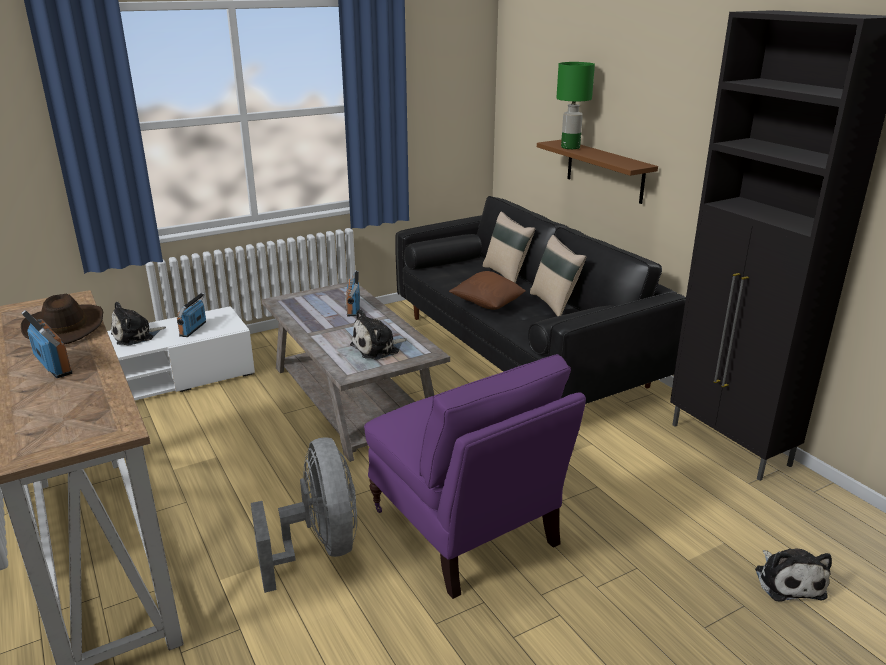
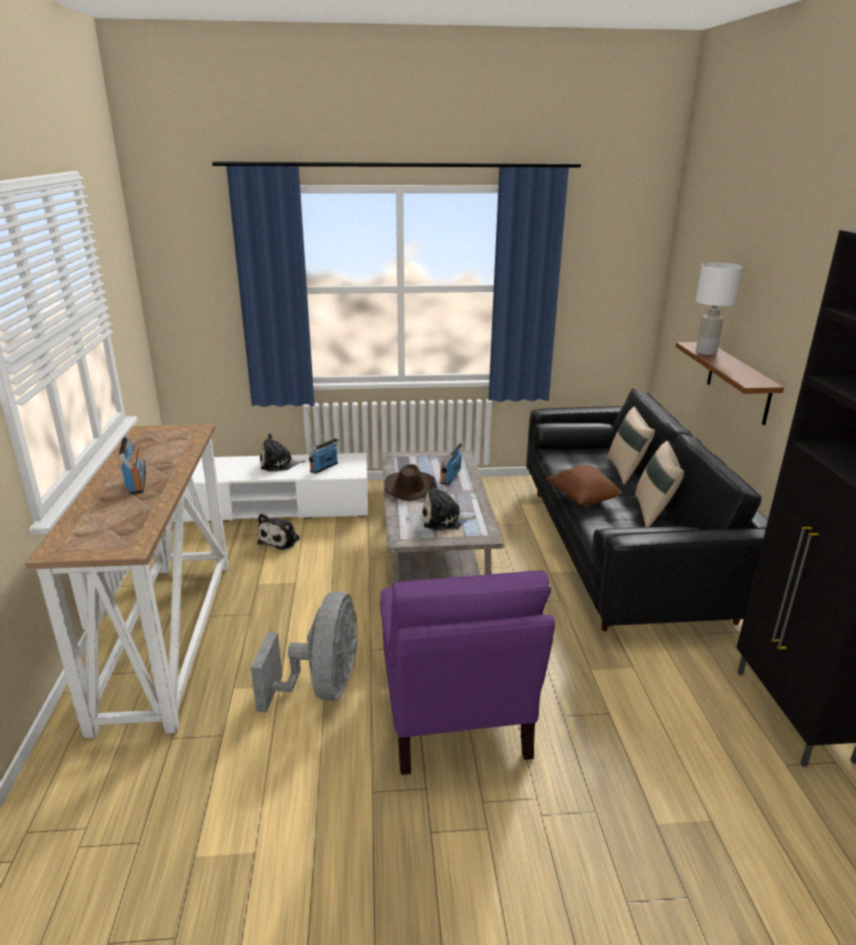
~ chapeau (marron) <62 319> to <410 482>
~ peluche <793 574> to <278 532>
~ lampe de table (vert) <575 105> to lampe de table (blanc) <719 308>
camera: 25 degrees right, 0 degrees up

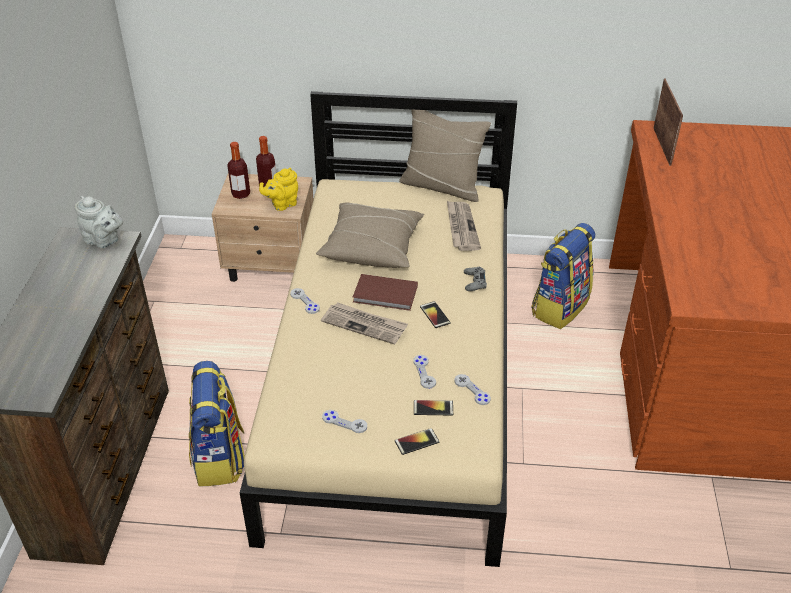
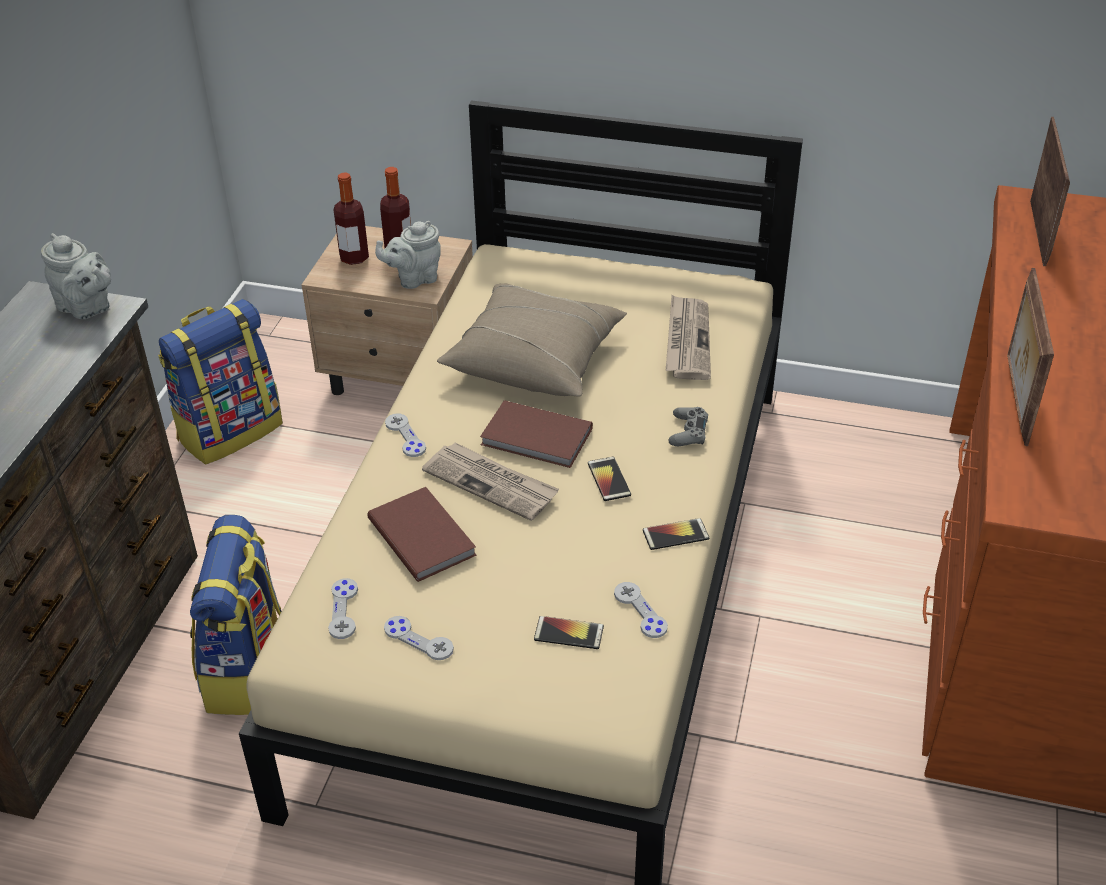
- coussin (beige) <445 156>
+ livre (marron) <422 534>
+ cadre photo <1030 357>
~ téléphone <417 441> to <676 534>
~ manette (gris) <424 372> to <343 608>
~ sac à dos <563 276> to <220 381>
~ théière (jaune) <278 189> to théière (gris) <408 255>
camera: 10 degrees right, 0 degrees up

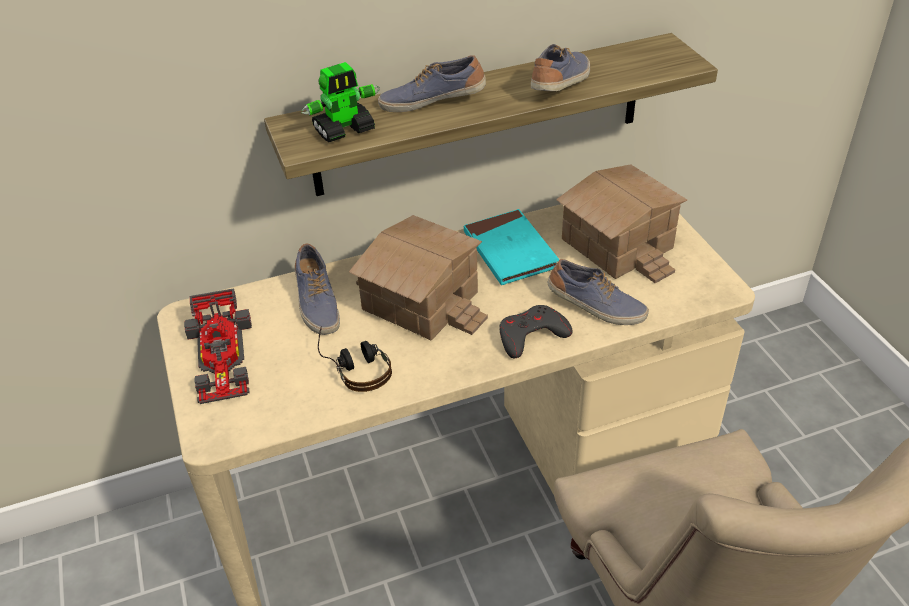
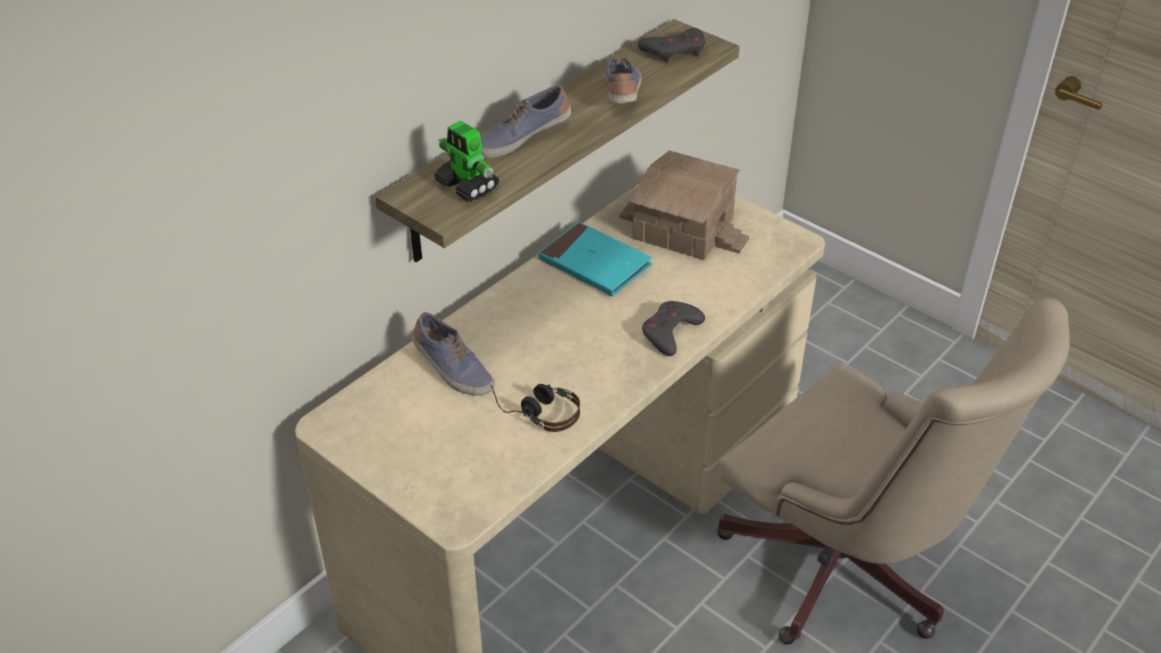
- petite voiture <218 346>
- maison miniature <418 277>
- chaussure <598 292>
+ manette (gris) <671 45>
~ robot jouet <341 102> = <466 161> 105 degrees clockwise
camera: 30 degrees left, 0 degrees up

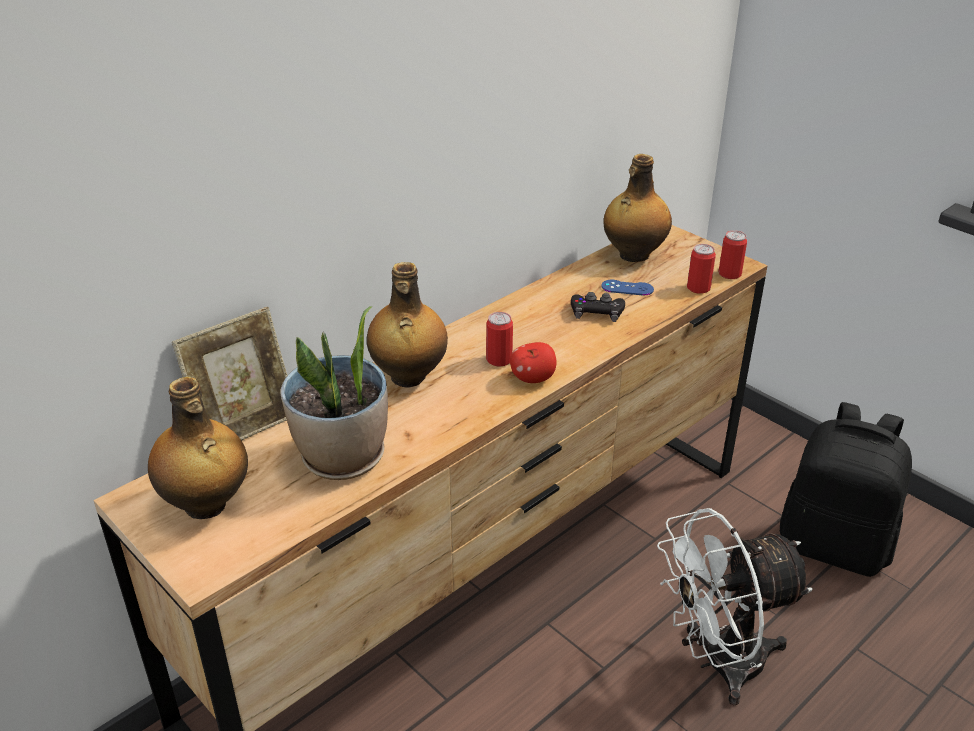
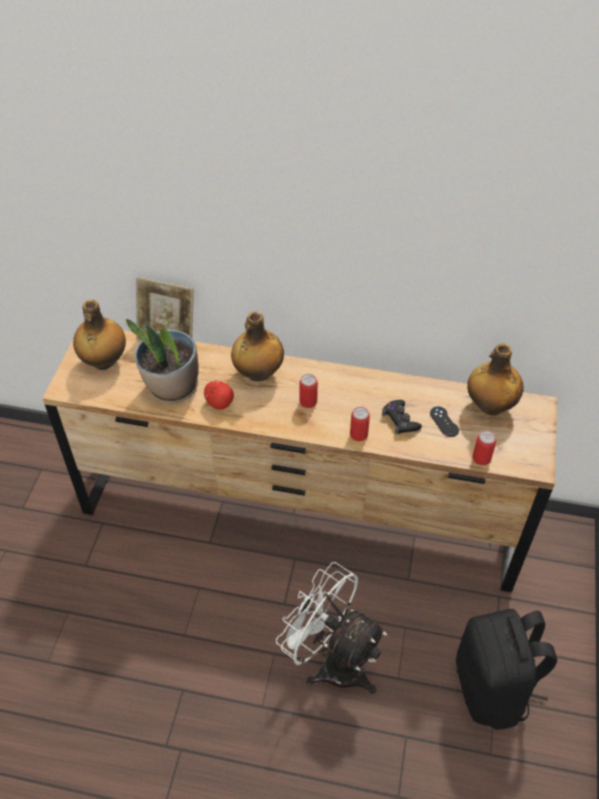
~ pomme <533 362> to <219 395>
~ boîte métallique <732 254> to <360 424>
~ manette (bleu) <627 287> to manette (noir) <444 421>
camera: 55 degrees right, 15 degrees up

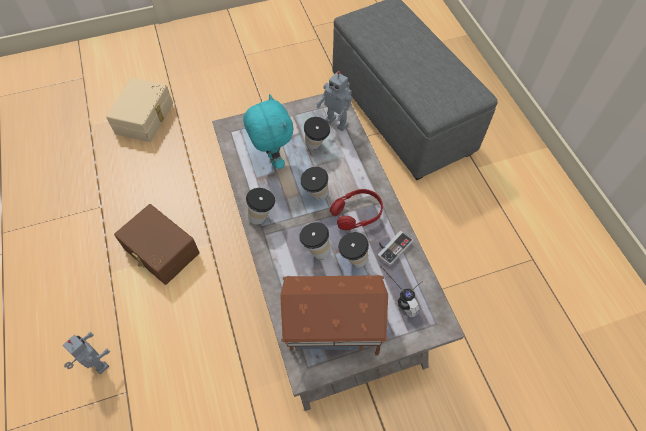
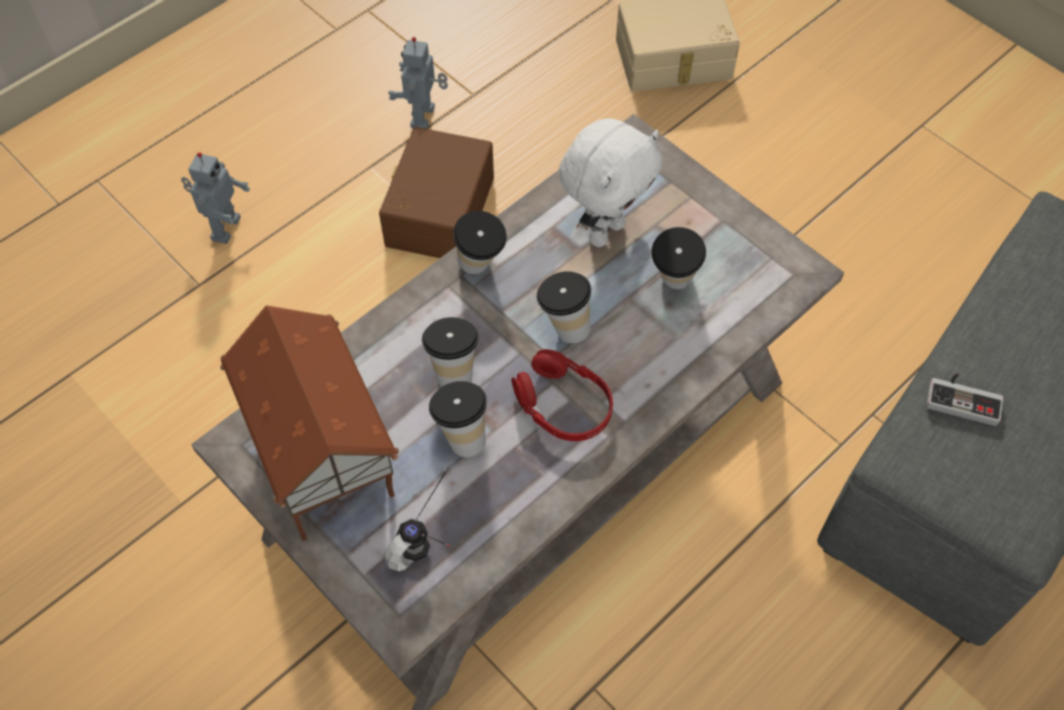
~ robot jouet <334 101> to <418 83>
~ manette <395 249> to <965 399>
~ peluche (turquoise) <268 131> to peluche (blanc) <610 183>
camera: 65 degrees right, 0 degrees up

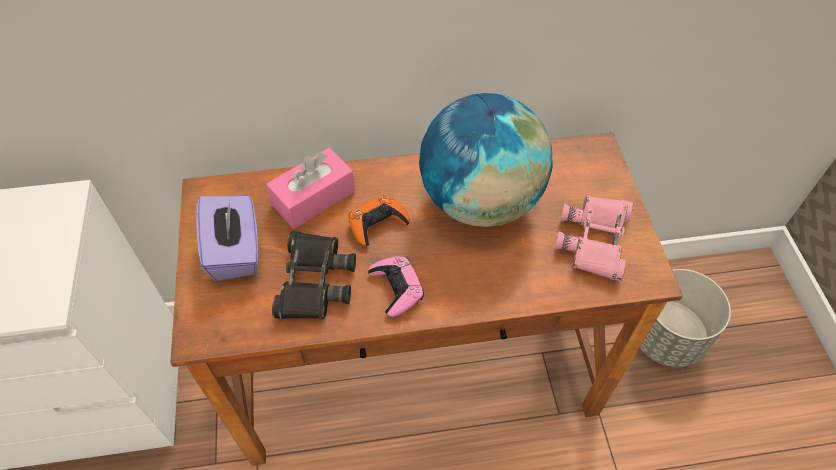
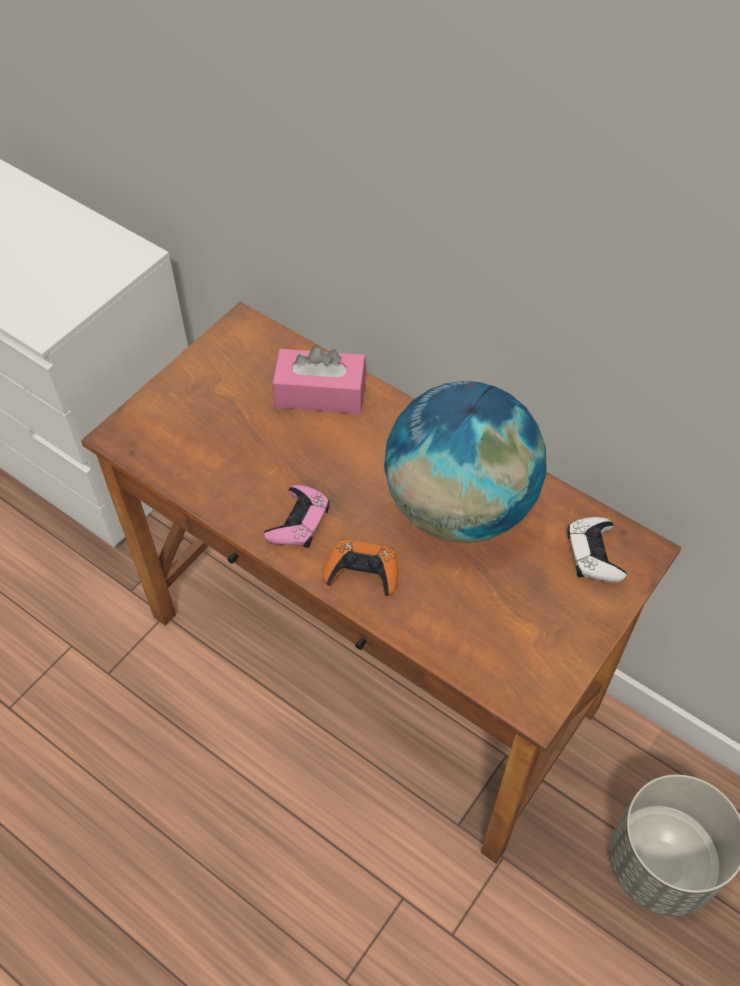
- boîte à mouchoirs (violet) <227 238>
- jumelles (noir) <314 275>
- jumelles (rose) <594 238>
+ manette (blanc) <597 549>
~ manette (orange) <379 221> to <360 568>
camera: 45 degrees right, 0 degrees up

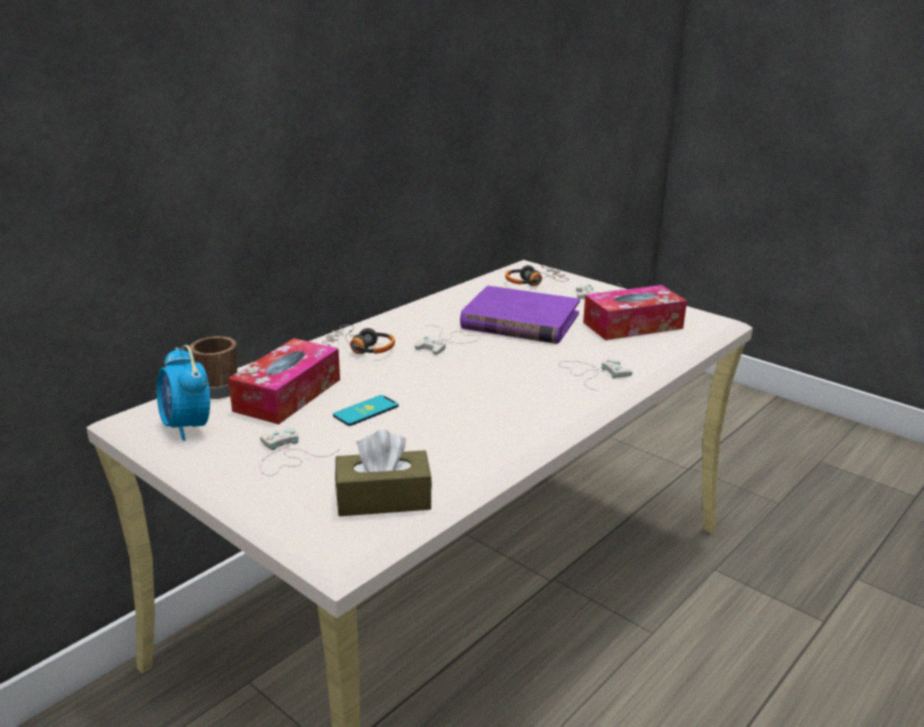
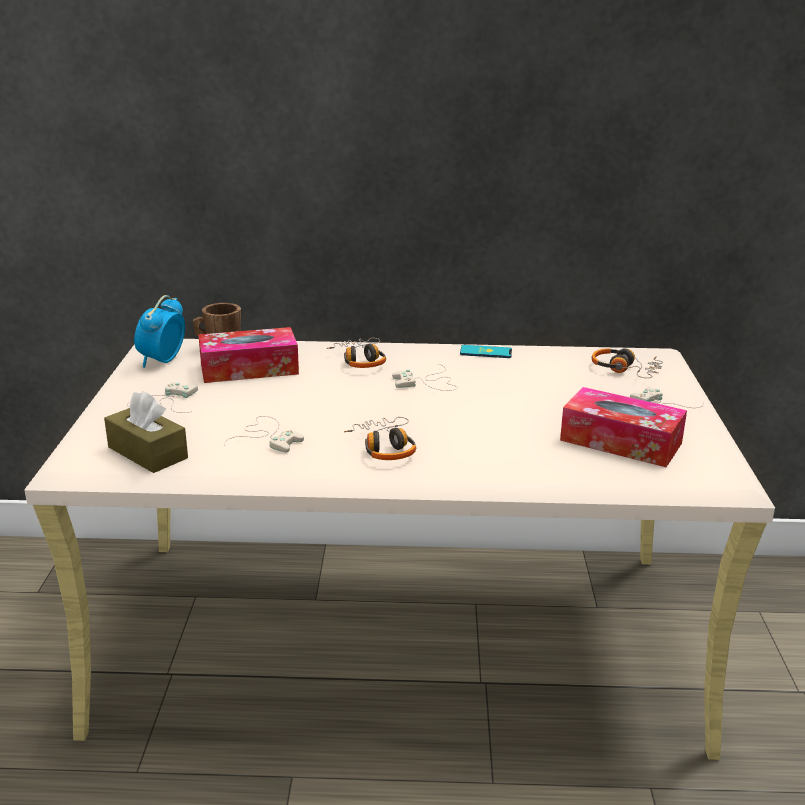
- livre (violet) <520 315>
+ casque audio <380 438>
~ téléphone <366 410> to <486 351>
~ manette (blanc) <595 375> to <264 434>
camera: 50 degrees right, 0 degrees up

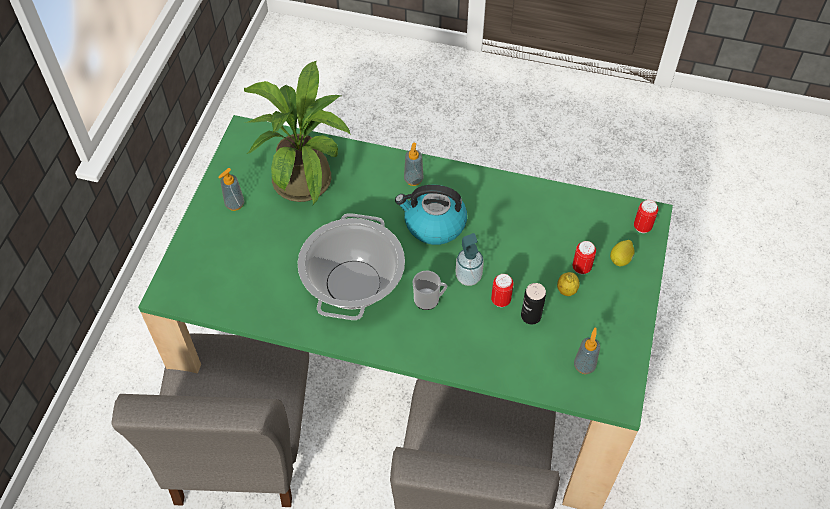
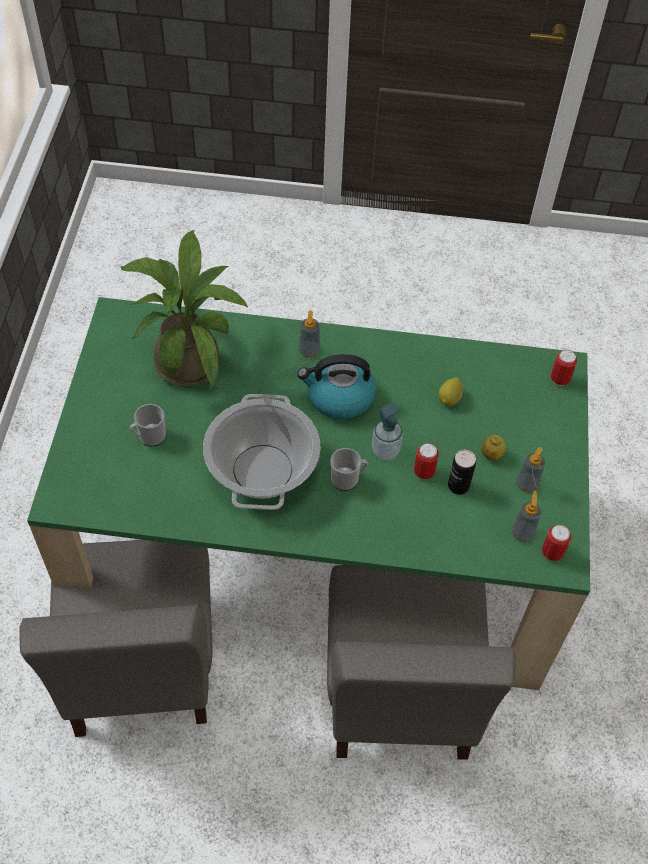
+ mug <148 425>
~ distributeur de savon <231 189> to <530 469>
~ boîte métallique <584 257> to <556 543>
~ citron <622 253> to <450 391>
camera: 10 degrees left, 0 degrees up

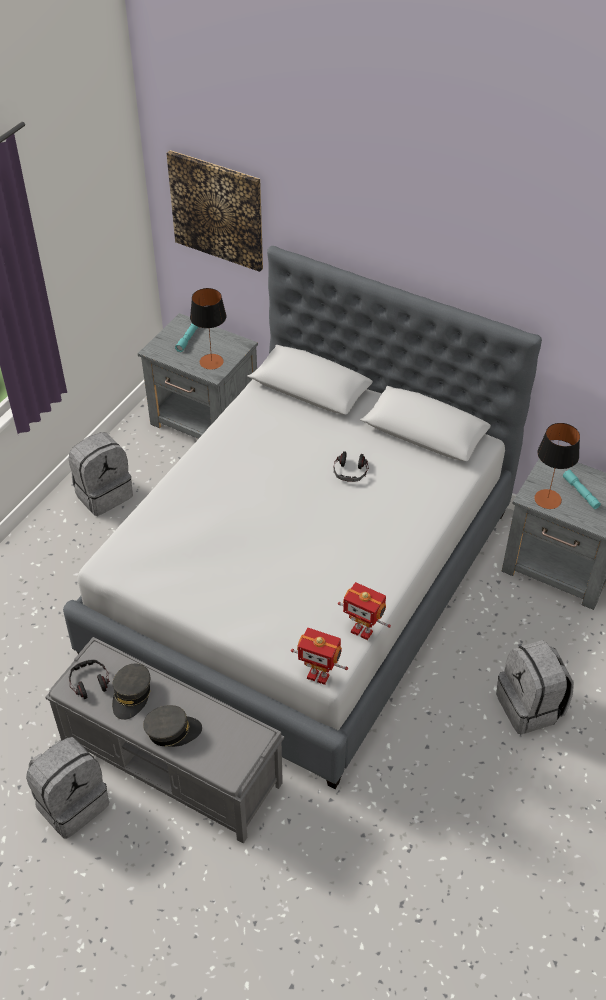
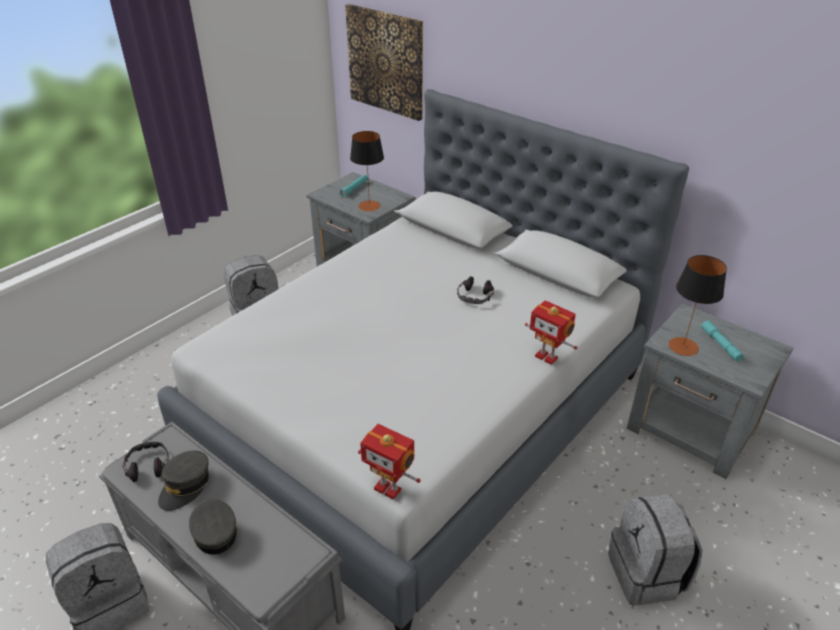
~ robot jouet <364 611> to <551 332>
~ casquette (gris) <172 726> = <213 527> 120 degrees counterclockwise
camera: 10 degrees right, 10 degrees down

